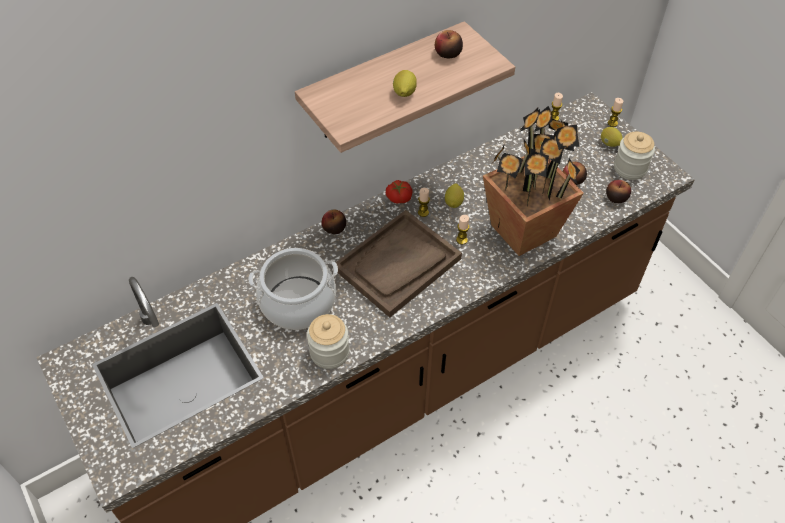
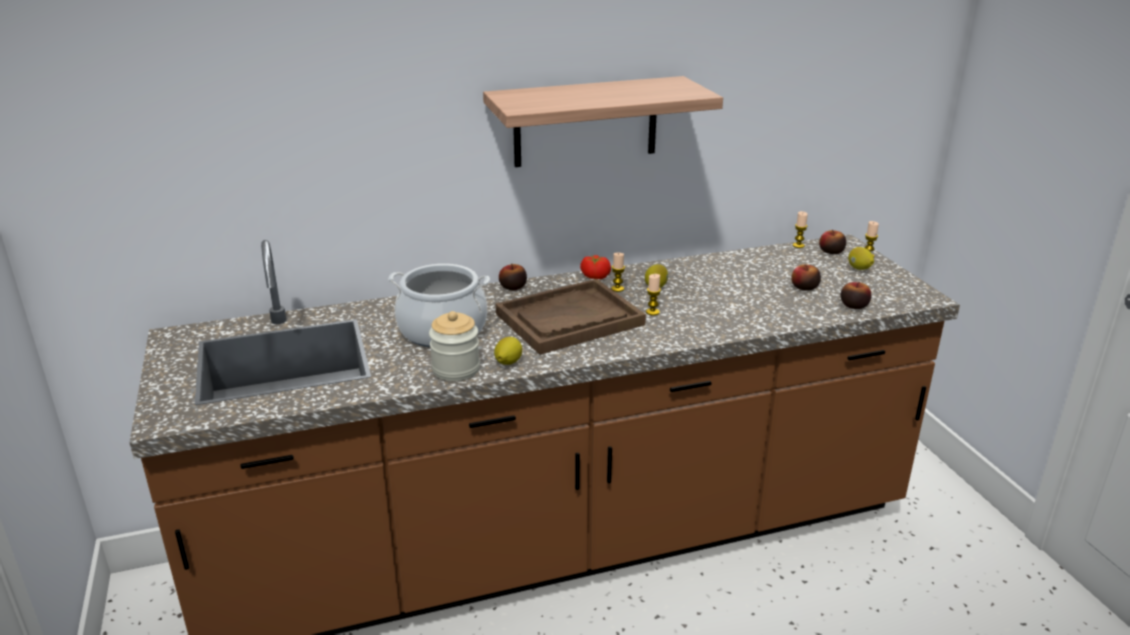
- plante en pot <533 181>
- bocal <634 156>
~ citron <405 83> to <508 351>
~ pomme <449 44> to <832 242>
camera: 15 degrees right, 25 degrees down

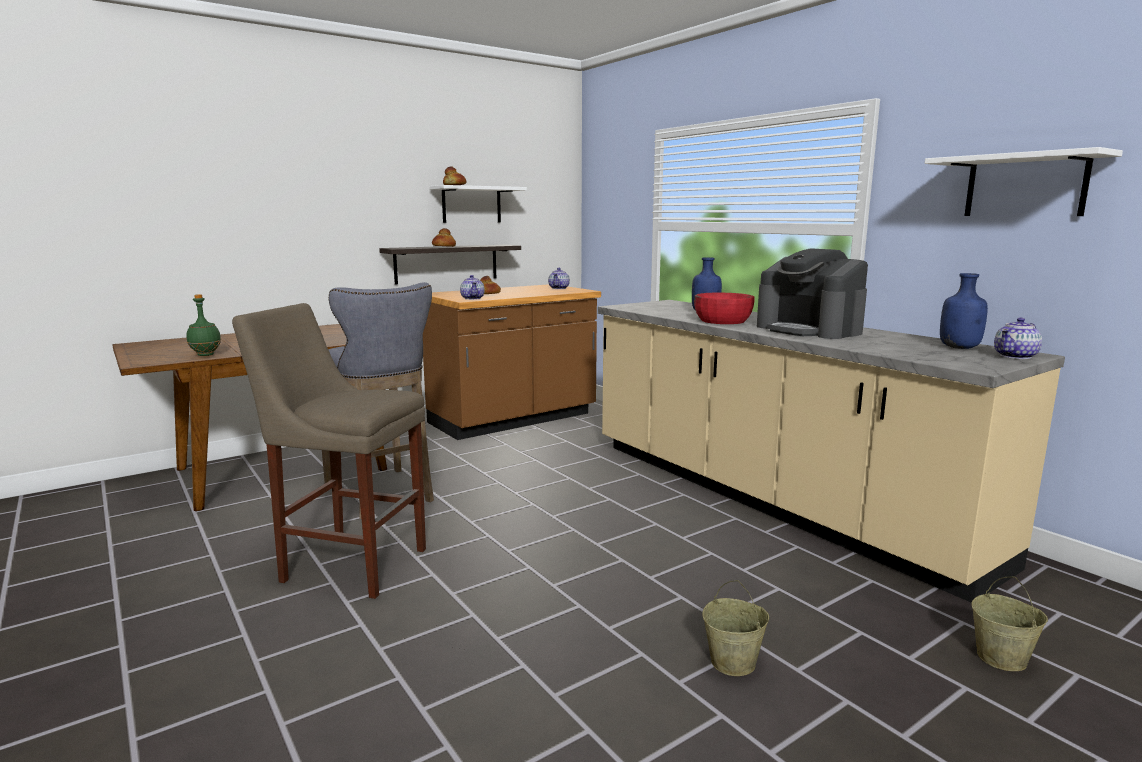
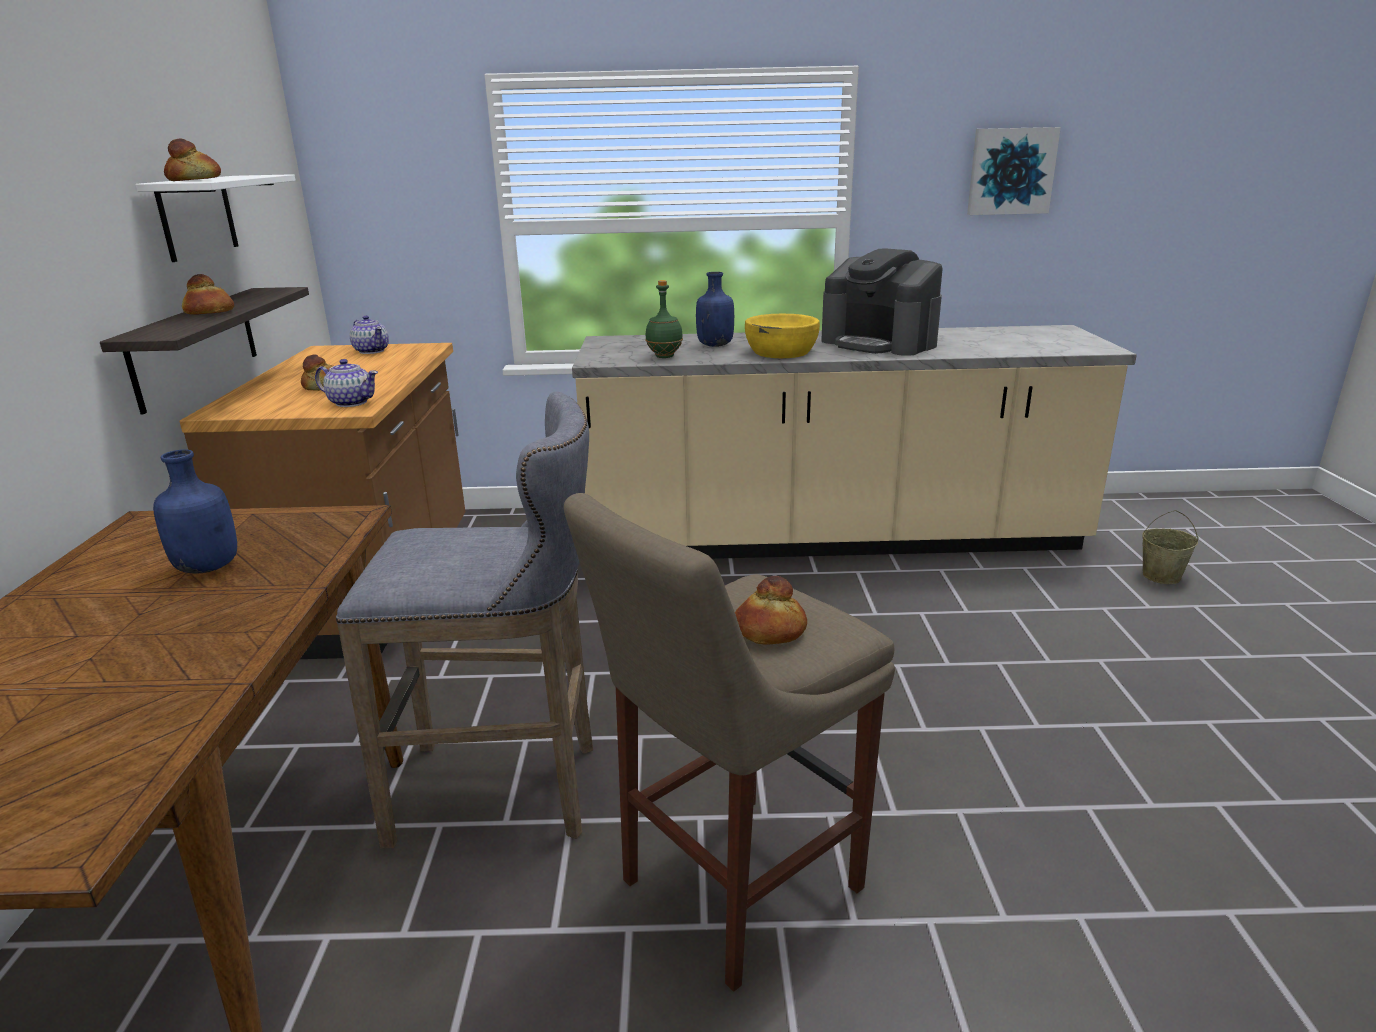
- seau (beige) <735 628>
- théière <1018 338>
+ pain <771 610>
~ bouteille (vert) <203 325> to <664 319>
~ bouteille (bleu) <964 311> to <195 511>
~ étagère (blanc) <1024 181> to tableau <1014 171>
~ bol (rouge) <724 308> to bol (jaune) <782 336>
~ machine à café <812 293> = <882 302> 45 degrees clockwise
camera: 55 degrees left, 10 degrees up

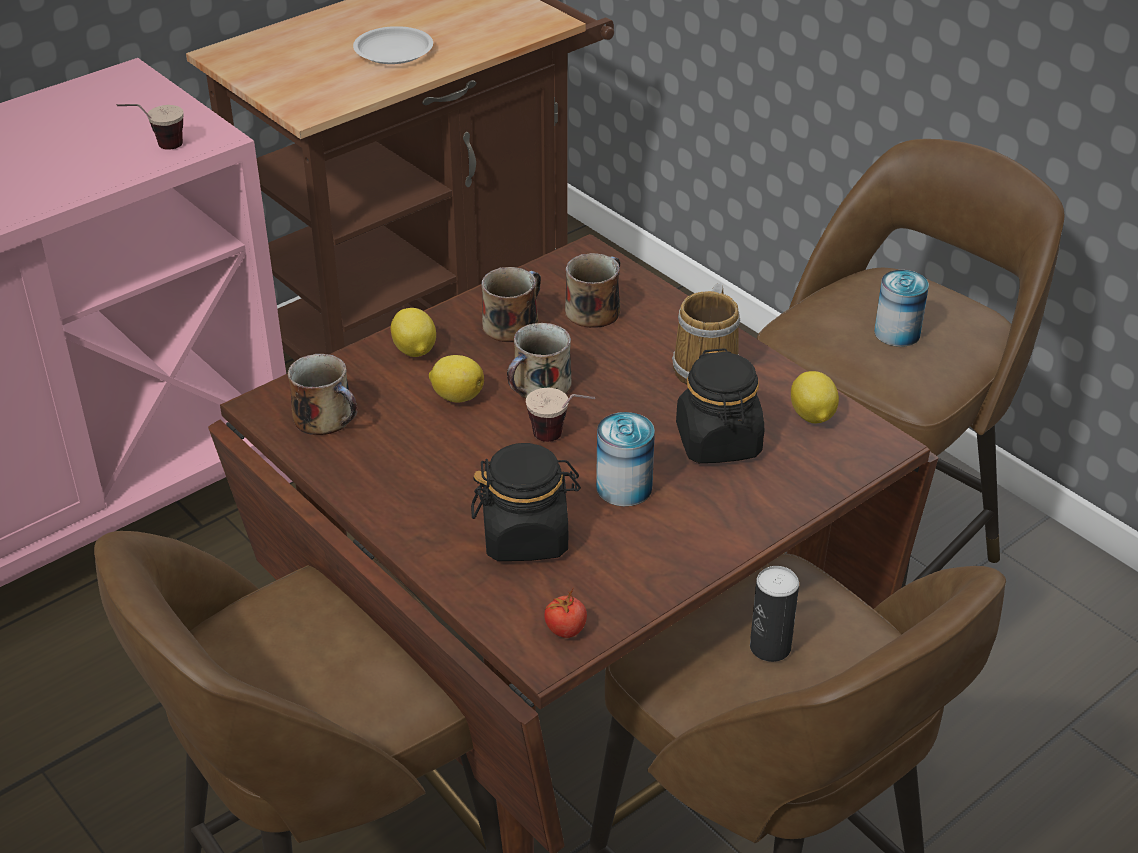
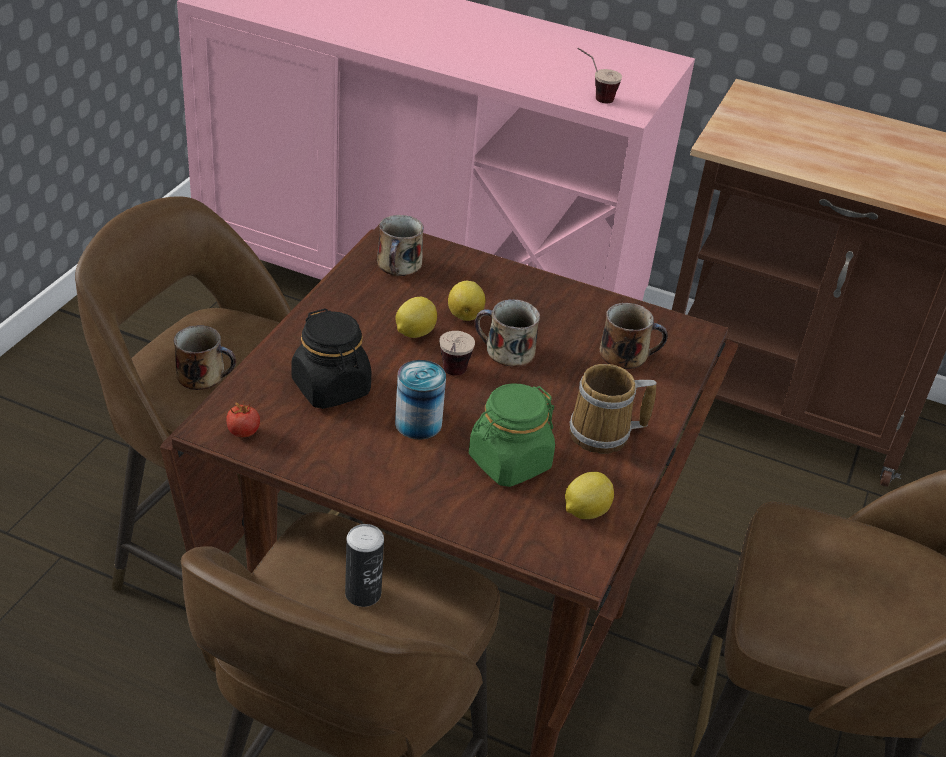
- assiette (blanc) <393 45>
- boîte métallique <901 308>
~ citron <413 332> to <416 317>
~ mug <511 304> to <205 357>
~ bocal (noir) <720 405> to bocal (vert) <512 435>
camera: 60 degrees right, 0 degrees up

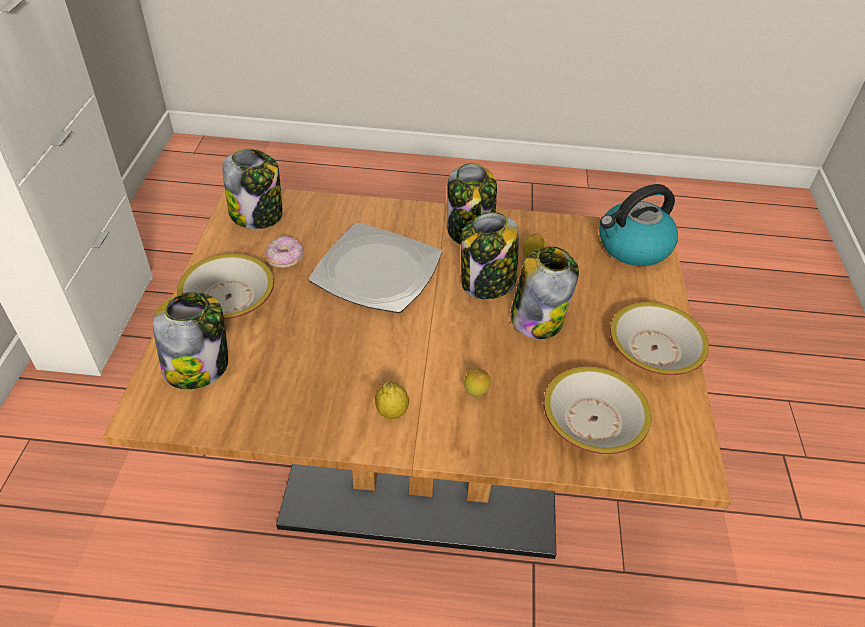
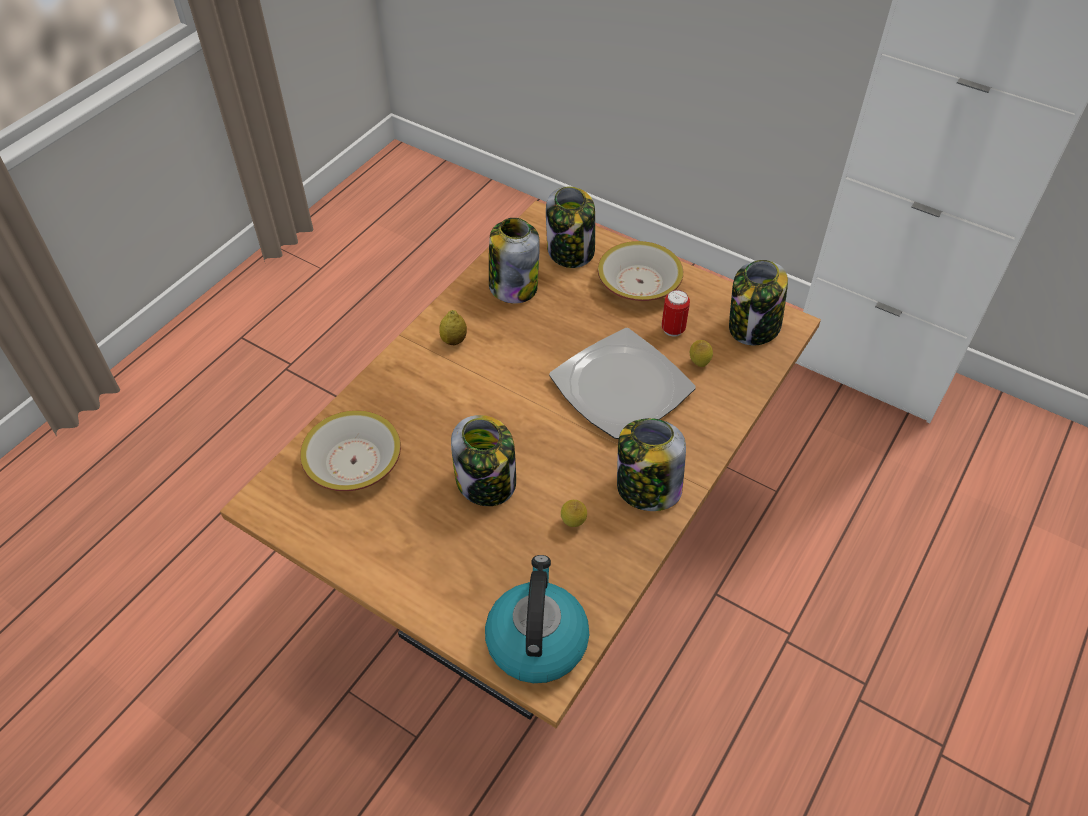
- bol <659 338>
~ bocal <490 255> to <514 261>
~ citron <477 382> to <701 353>
~ beignet <285 252> to boîte métallique <676 313>
camera: 120 degrees right, 5 degrees up

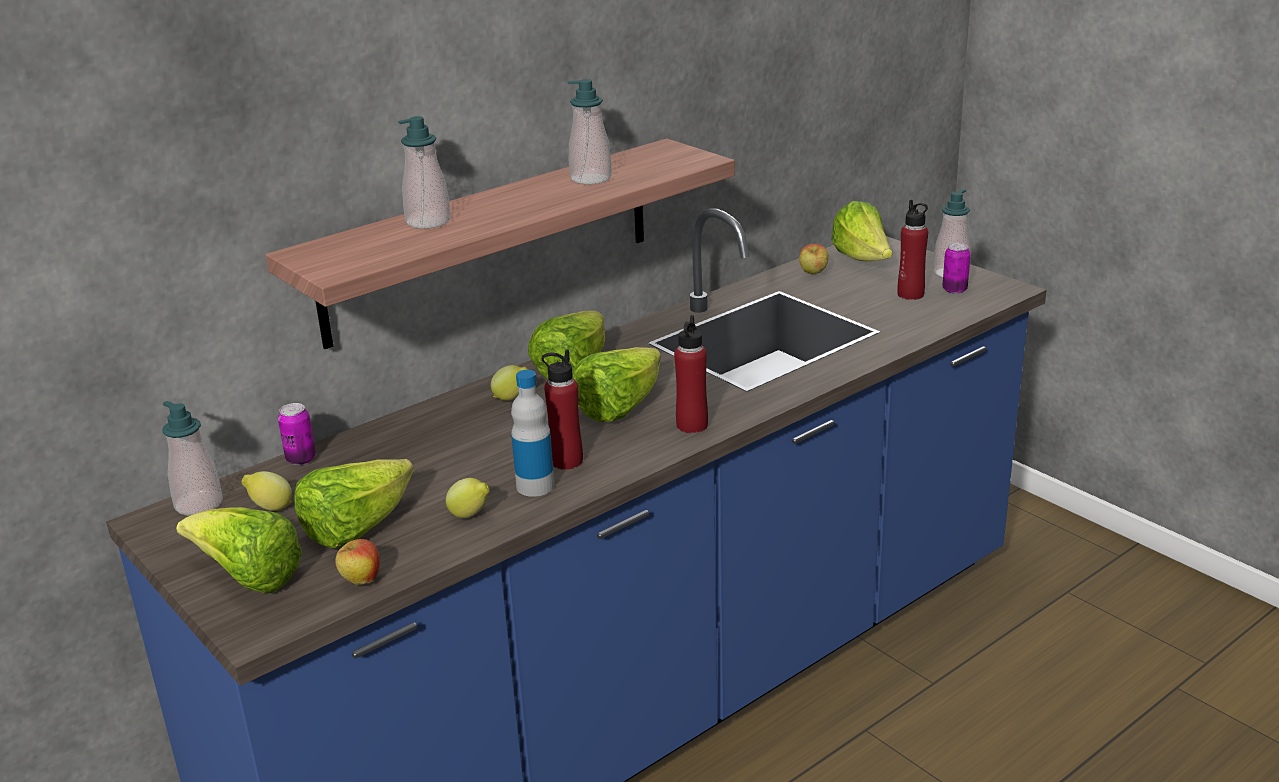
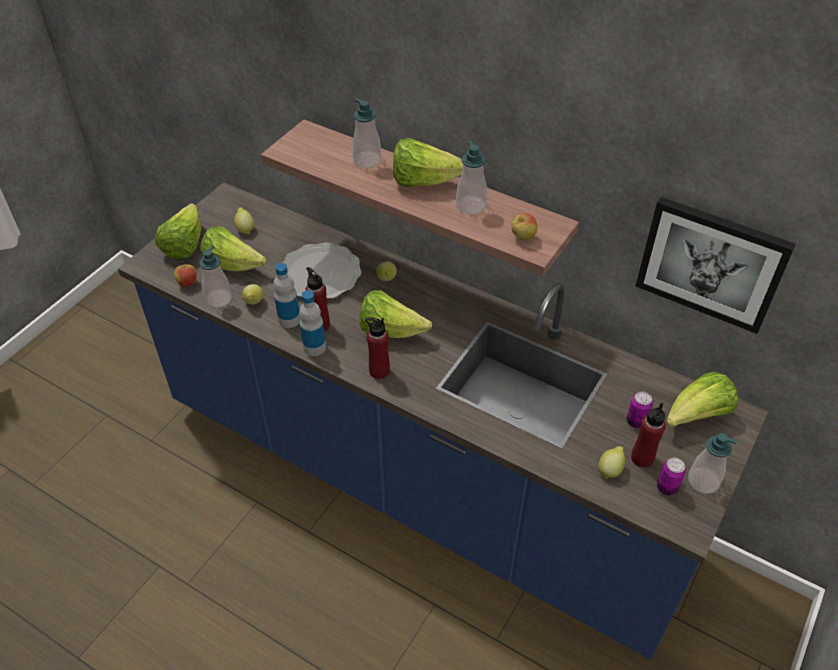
+ assiette <322 270>
+ bouteille <312 323>
+ citron <612 462>
+ tableau <716 265>
~ distributeur de savon <192 458> to <215 276>
~ boîte métallique <297 434> to <640 409>
~ laitue <566 345> to <428 162>
~ pomme <814 259> to <524 226>
camera: 70 degrees right, 20 degrees up

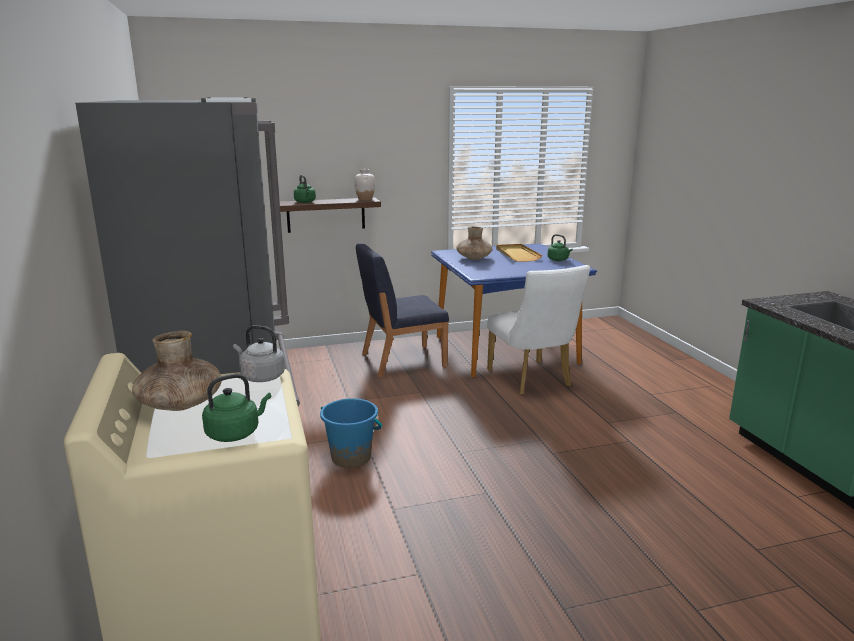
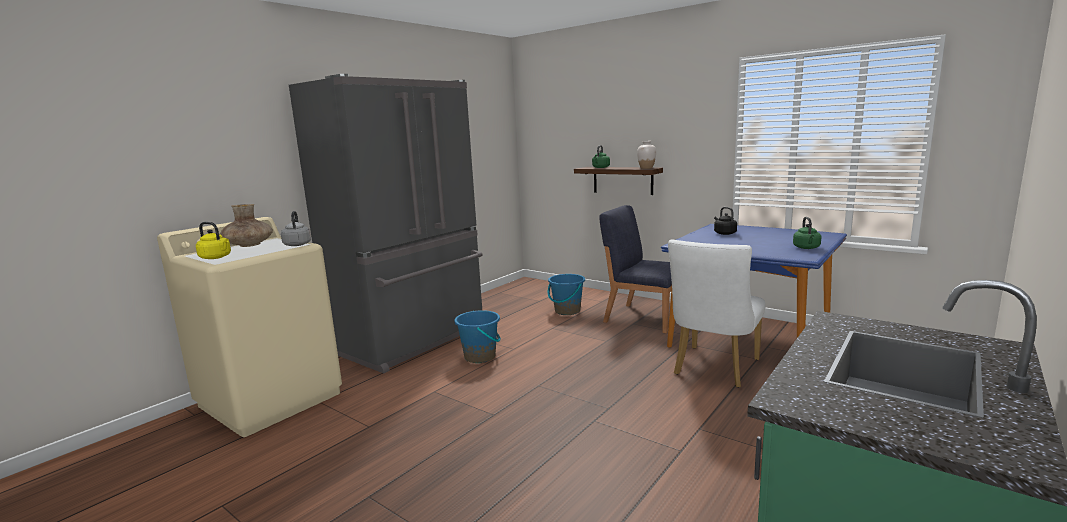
- plateau (beige) <519 253>
+ seau (bleu) <566 294>
~ vase (marron) <474 243> to bouilloire (noir) <725 221>
~ bouilloire (vert) <236 408> to bouilloire (jaune) <213 240>
camera: 55 degrees right, 5 degrees down

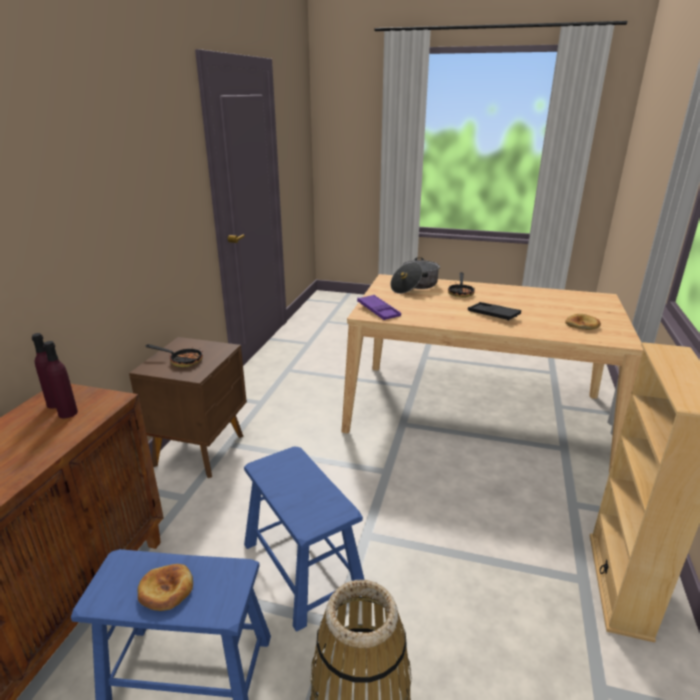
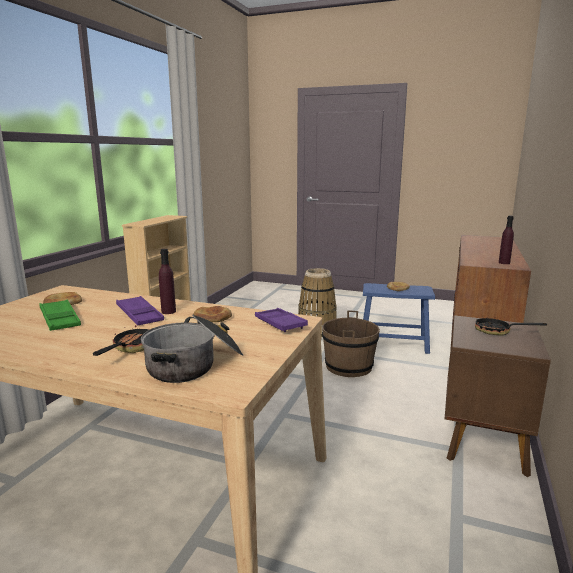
+ plateau (vert) <60 315>
+ pain <213 314>
~ bouteille (violet) <61 379> to <167 281>
~ tabouret (bleu) <304 539> to seau (marron) <351 343>
~ plateau (noir) <494 311> to plateau (violet) <140 311>
camera: 175 degrees left, 10 degrees down

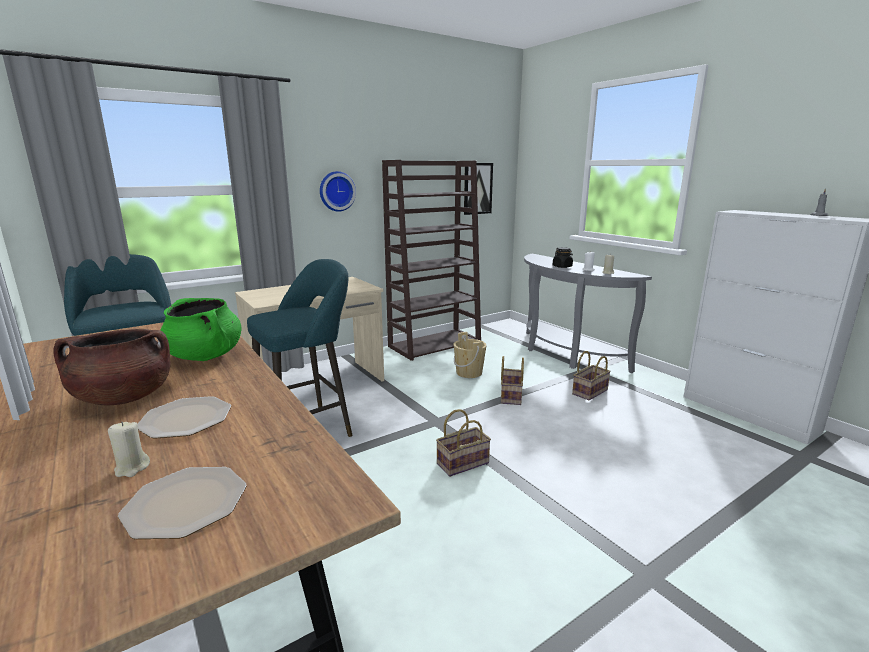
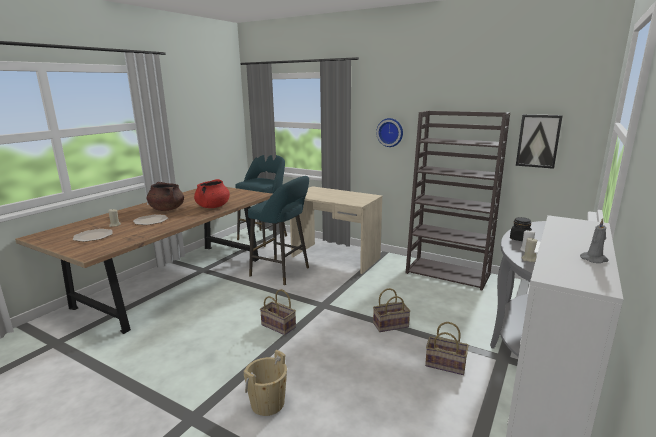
~ seau (beige) <470 355> to <265 383>
~ marmite (vert) <201 329> to marmite (rouge) <212 193>
camera: 65 degrees right, 0 degrees up

